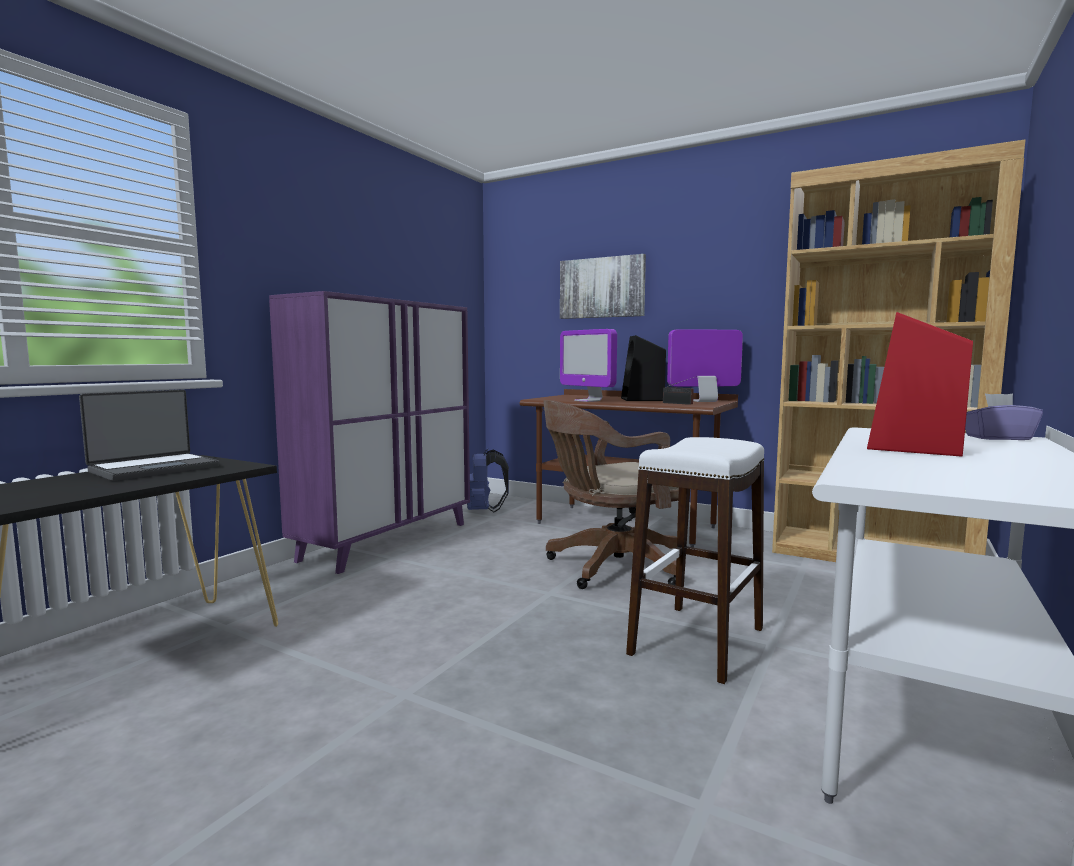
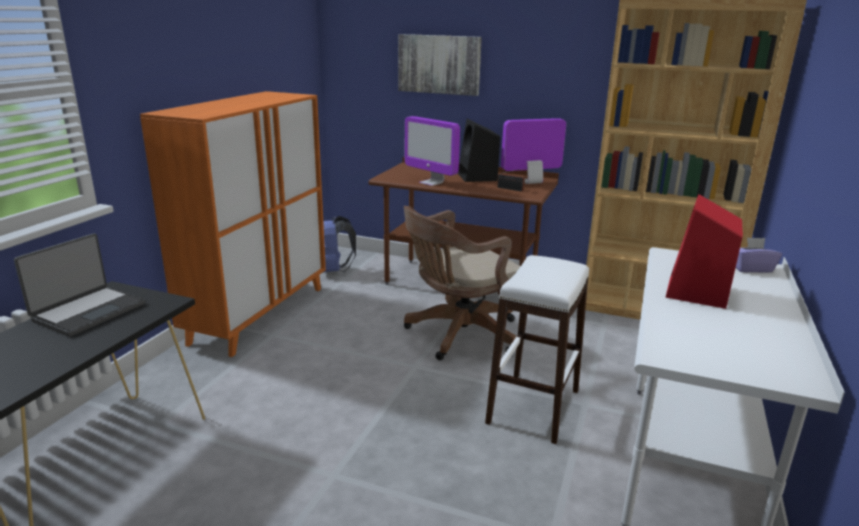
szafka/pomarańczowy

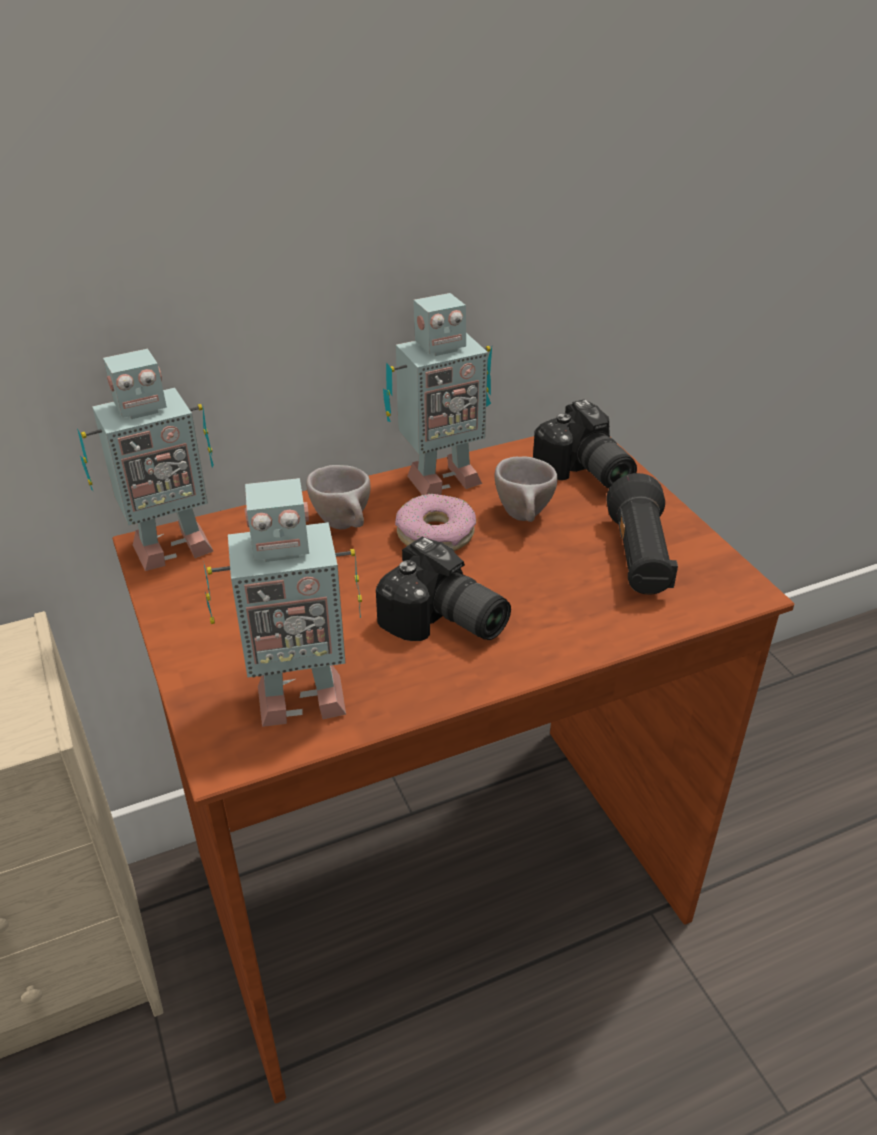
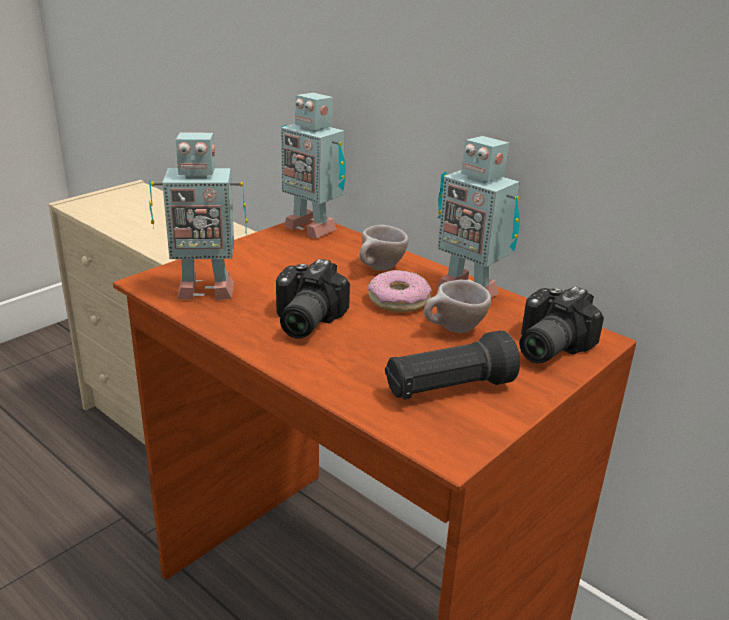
robot zabawkowy (no. 1 from left)

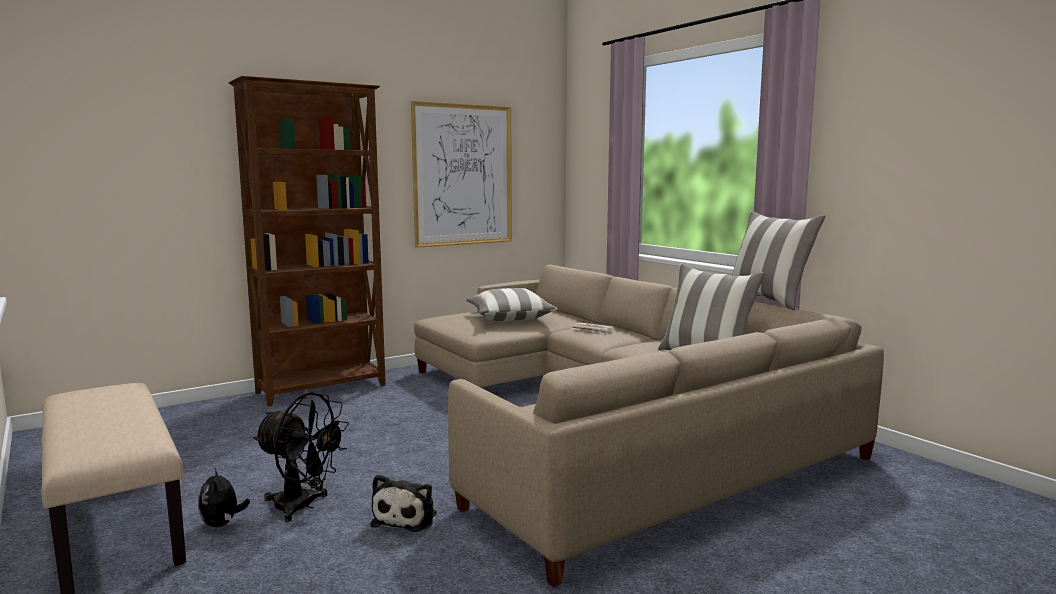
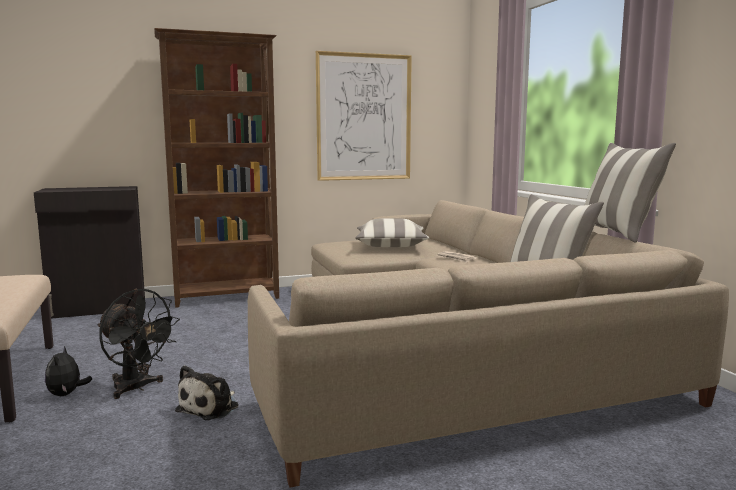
szafka/czarny

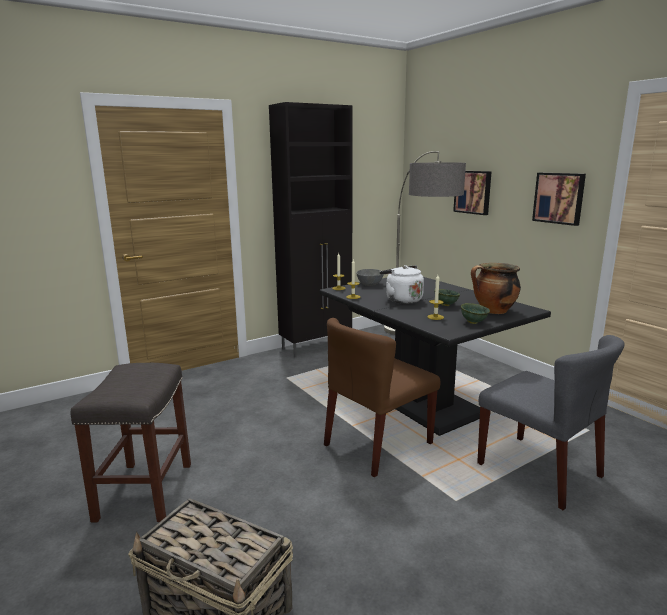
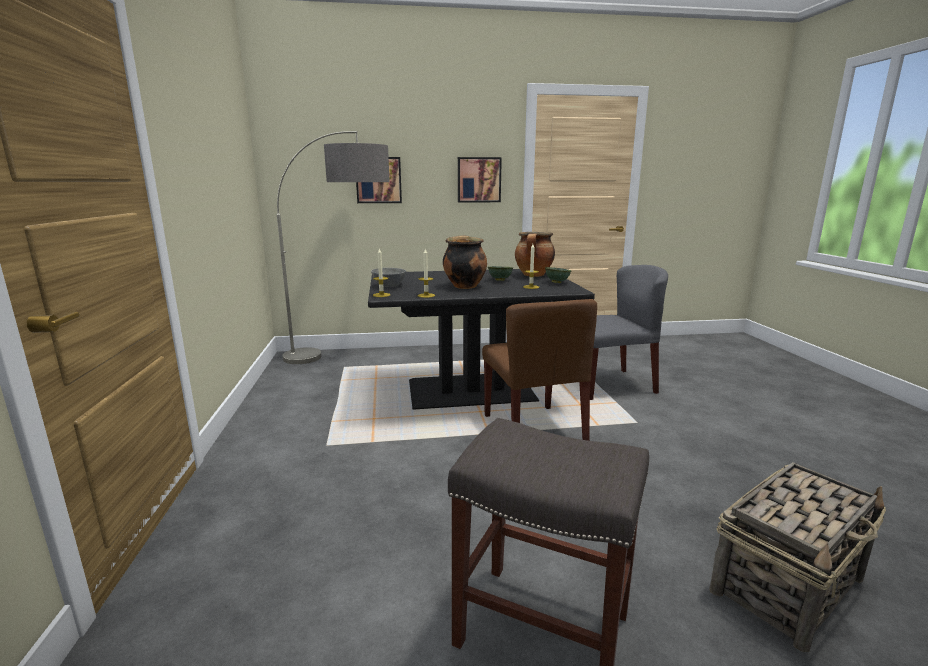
garnek (no. 1 from left)
szafka/czarny

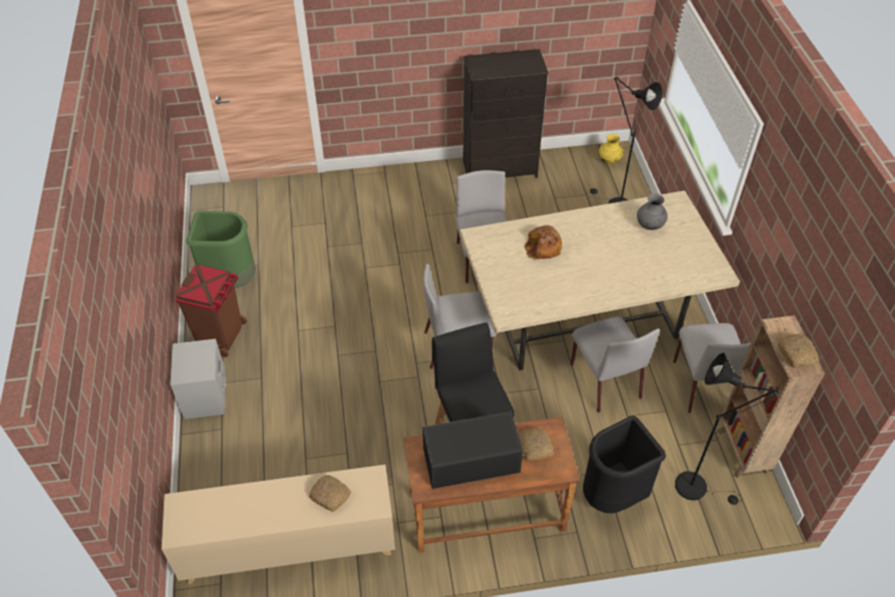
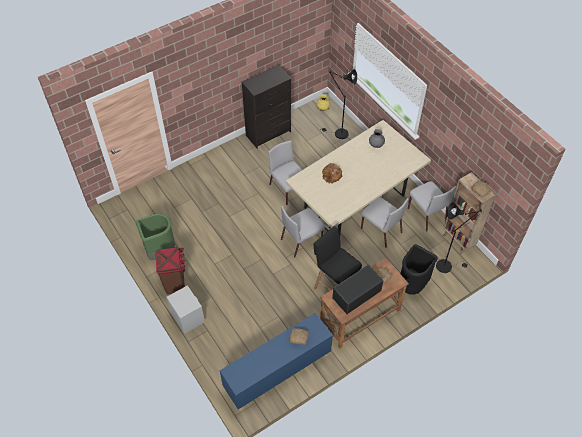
szafka/niebieski

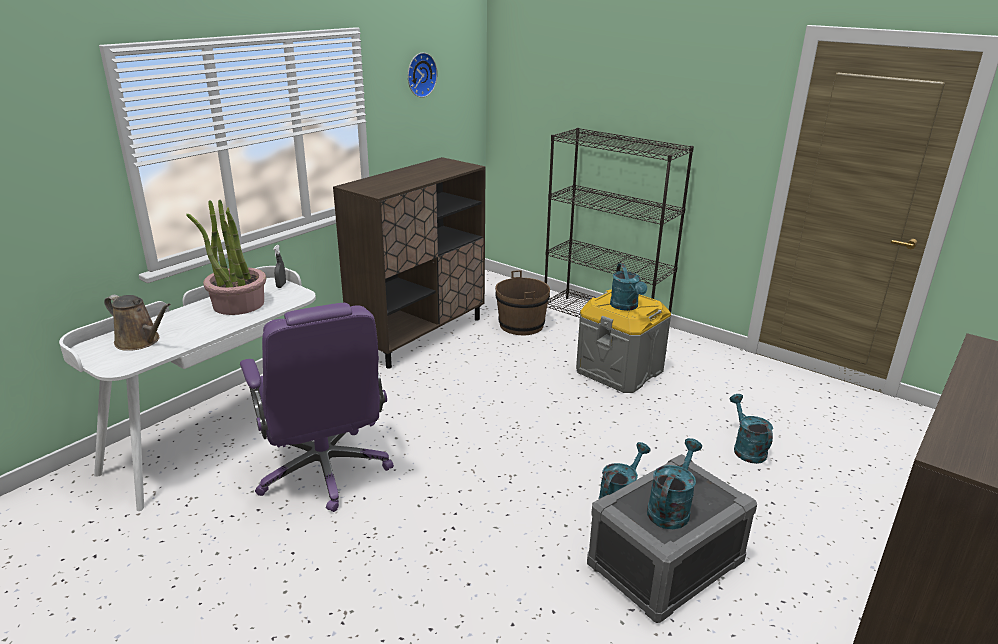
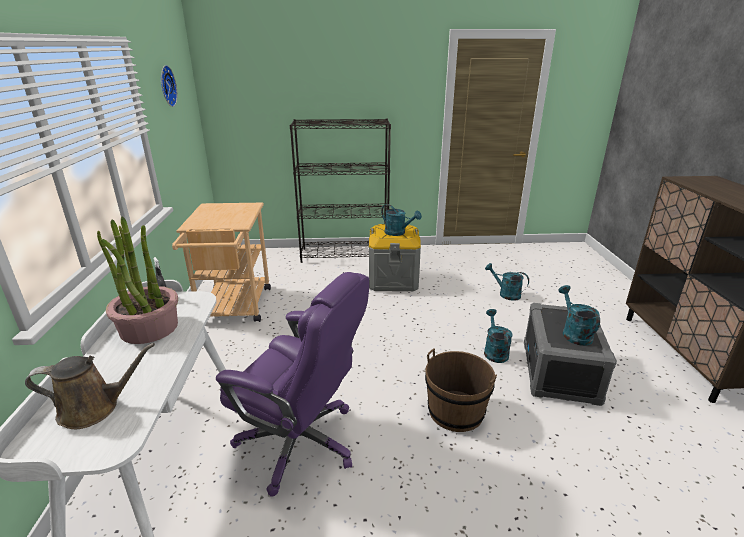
wózek/beżowy
wiadro/brązowy

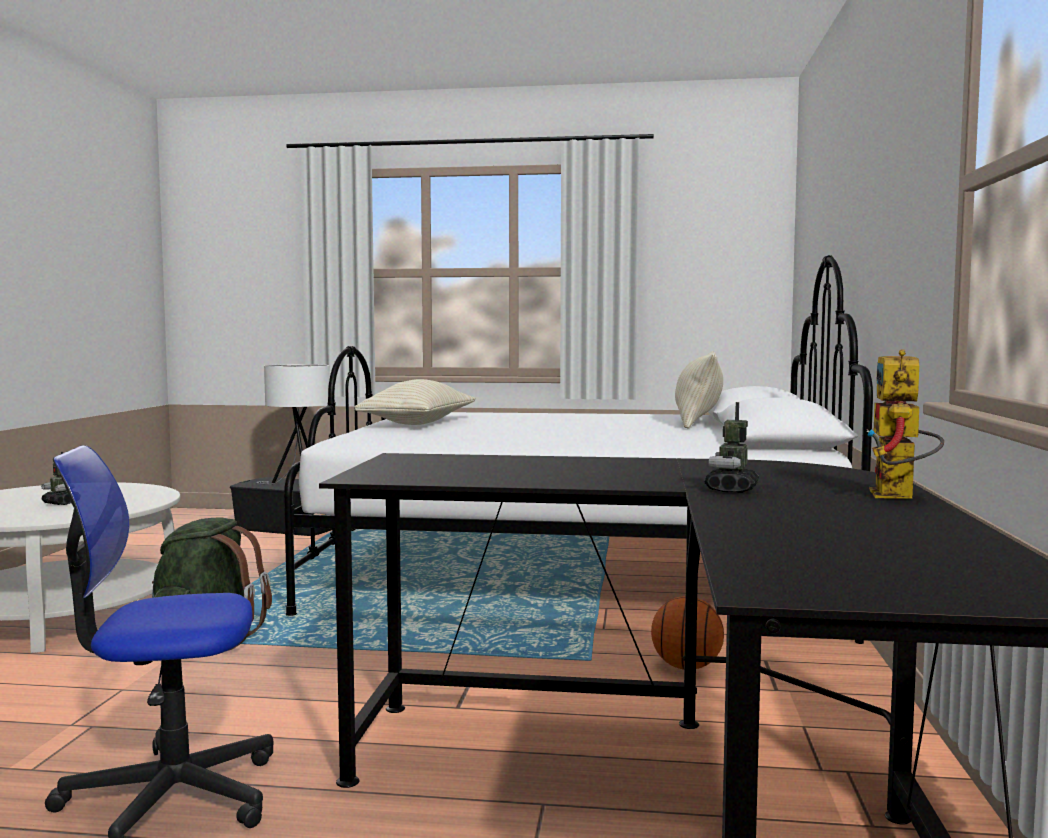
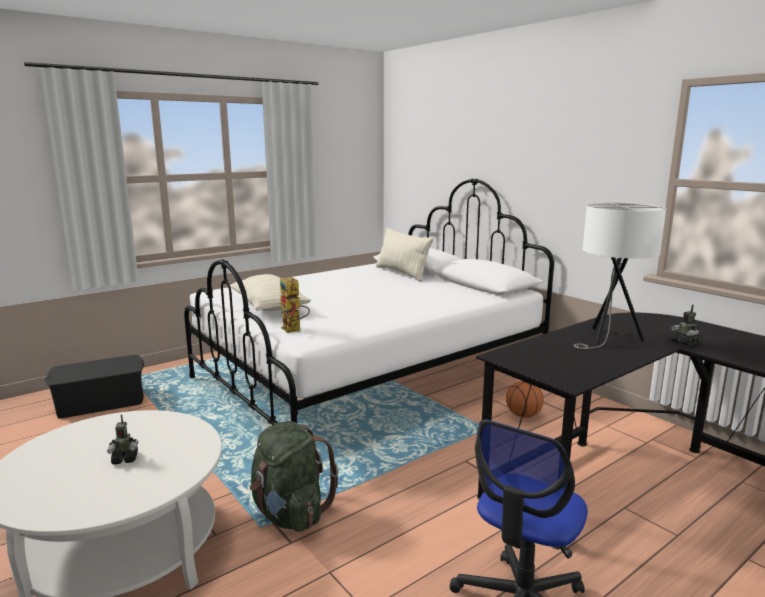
robot zabawkowy (no. 2 from left)
lampa stołowa/biały

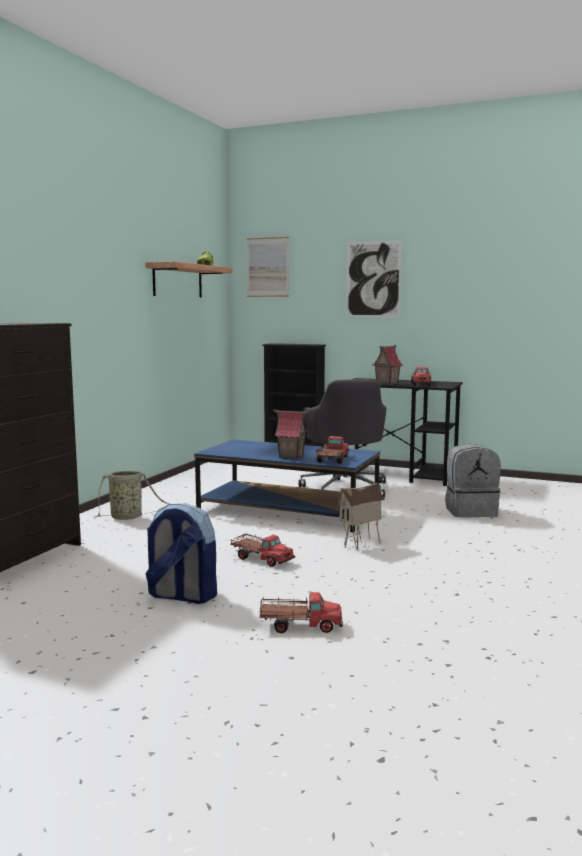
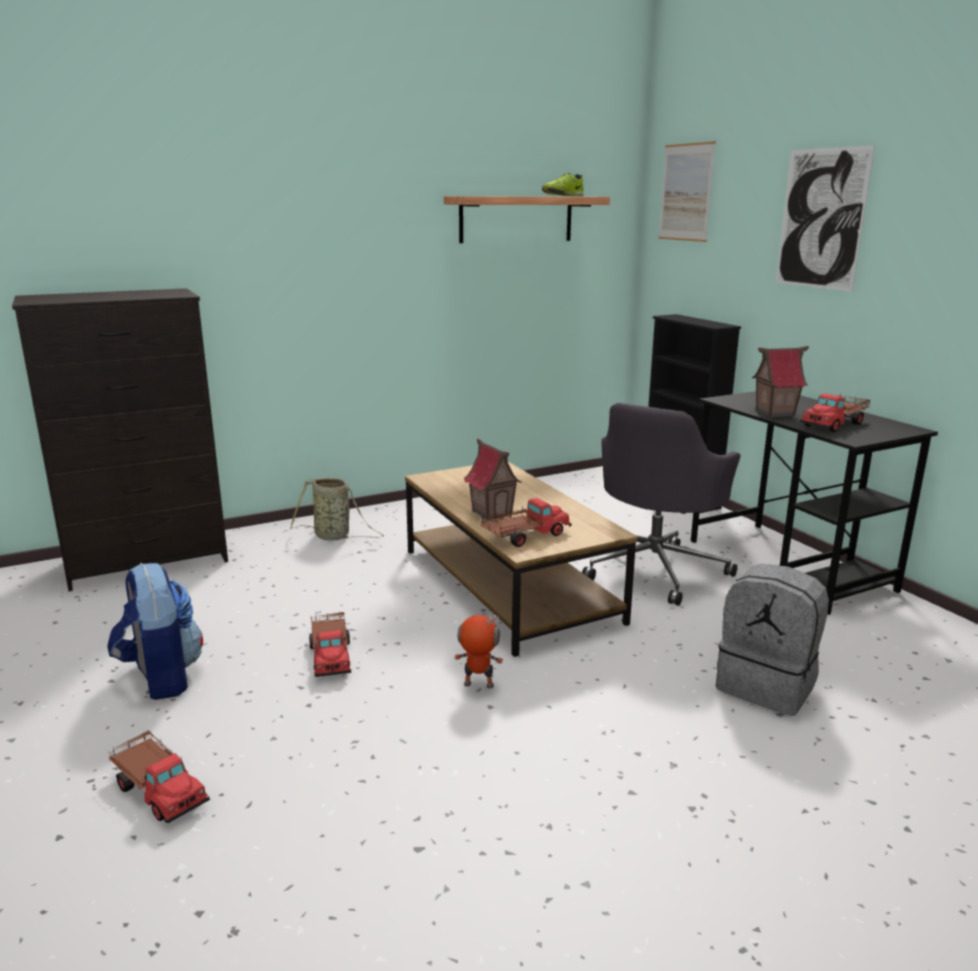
ława/brązowy
robot zabawkowy

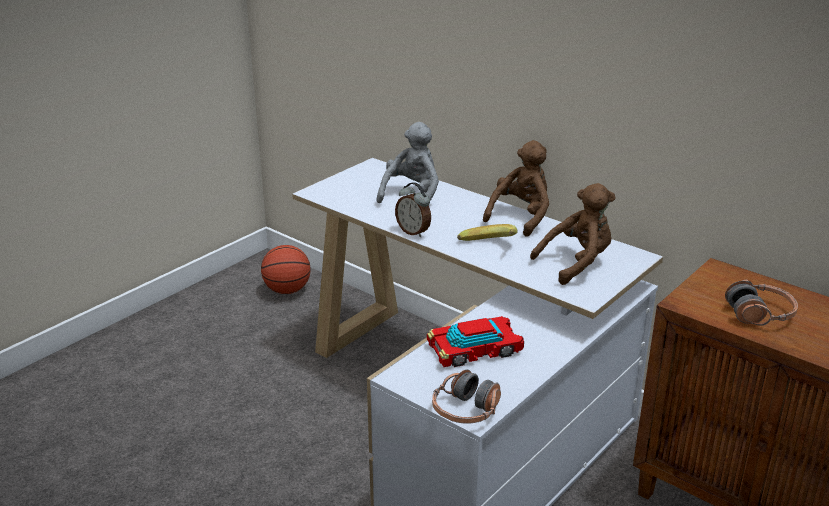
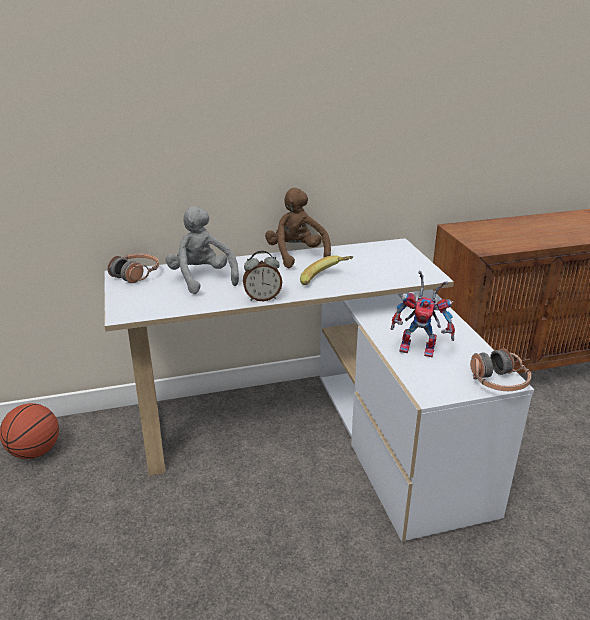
słuchawki (no. 1 from left)
robot zabawkowy
pluszak/brązowy (no. 2 from left in the first image)

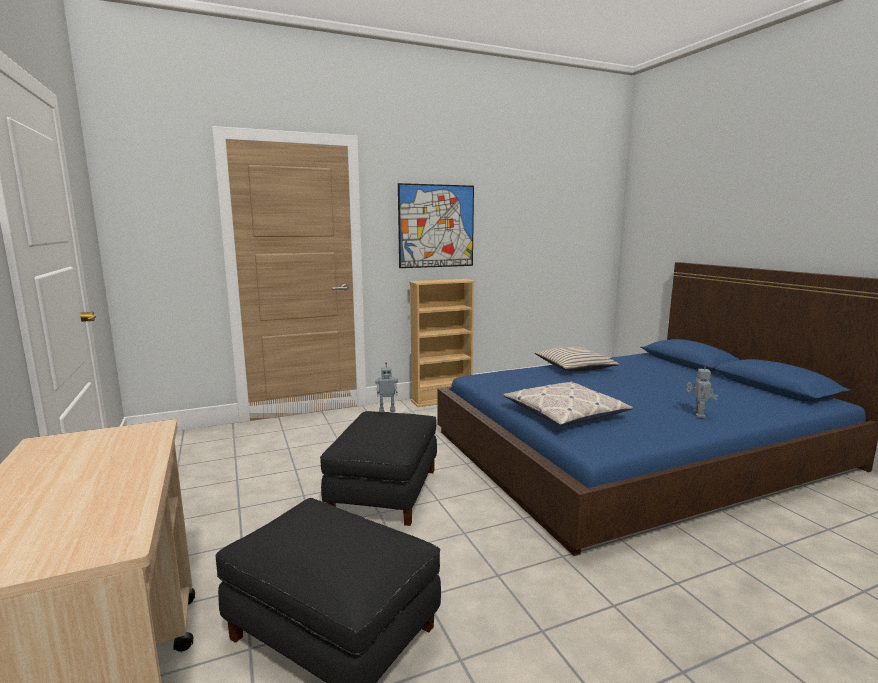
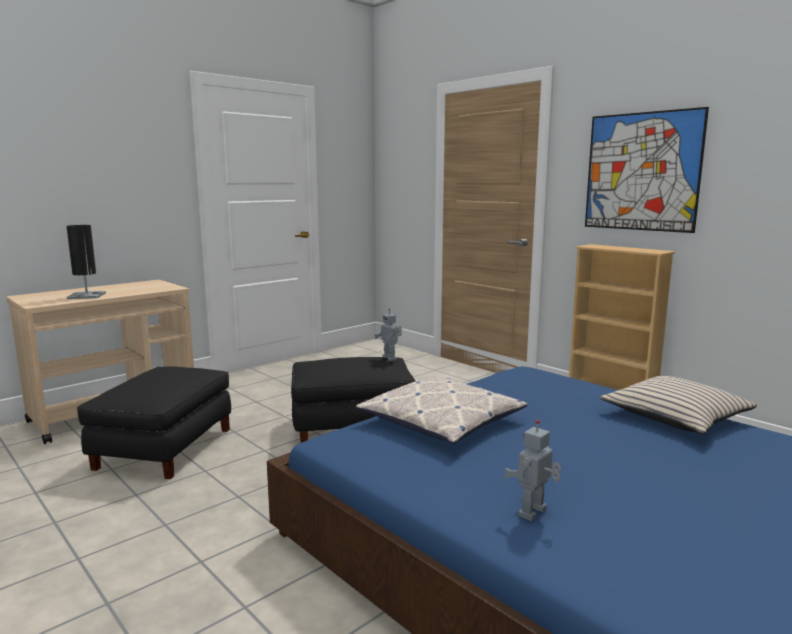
lampa stołowa/czarny
robot zabawkowy (no. 2 from left)

